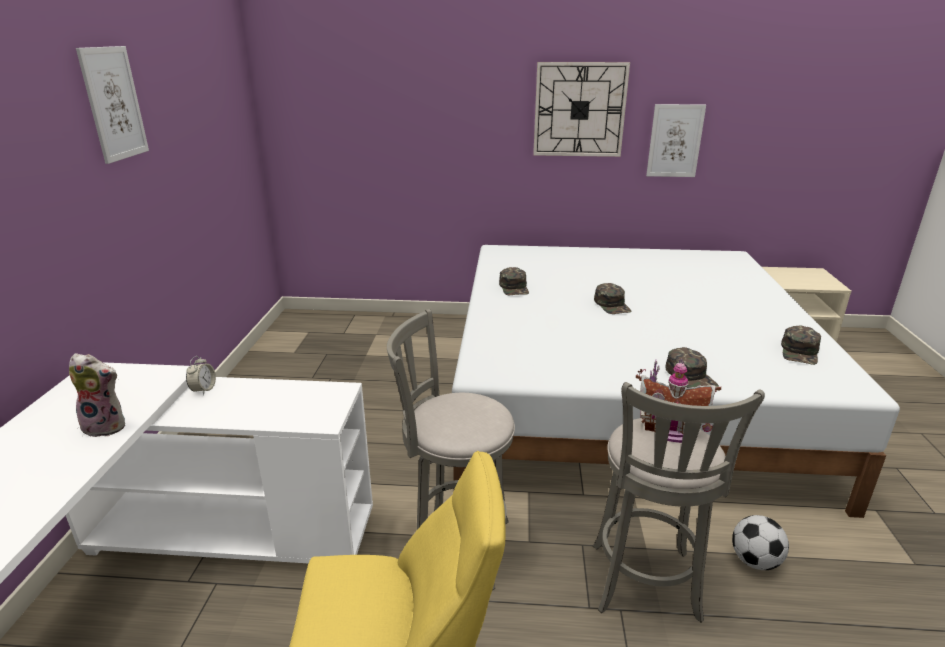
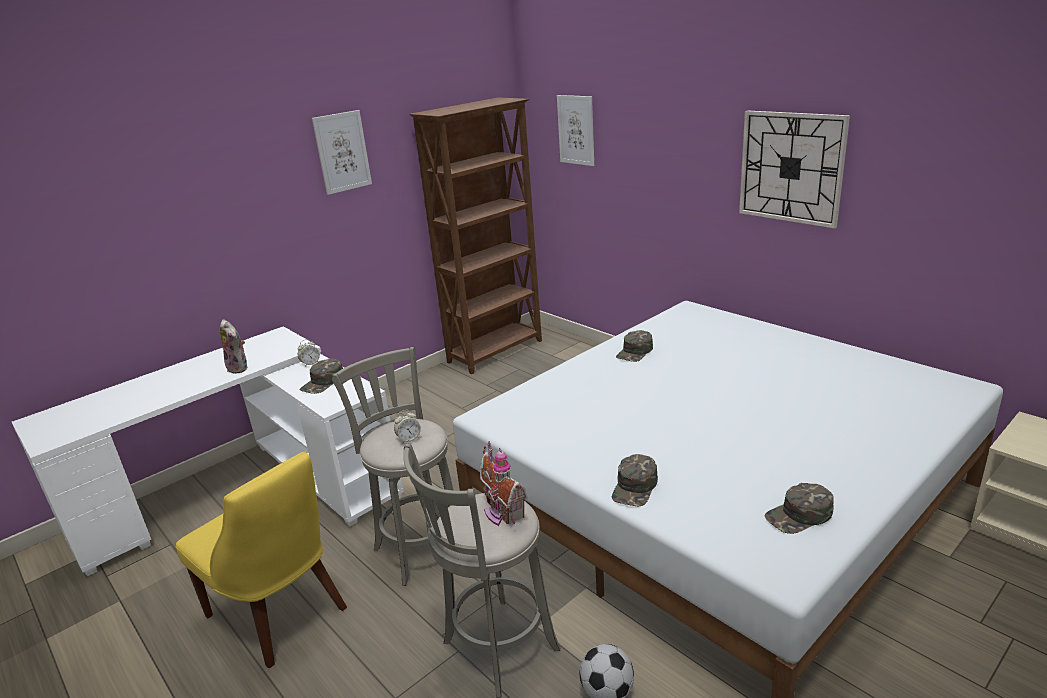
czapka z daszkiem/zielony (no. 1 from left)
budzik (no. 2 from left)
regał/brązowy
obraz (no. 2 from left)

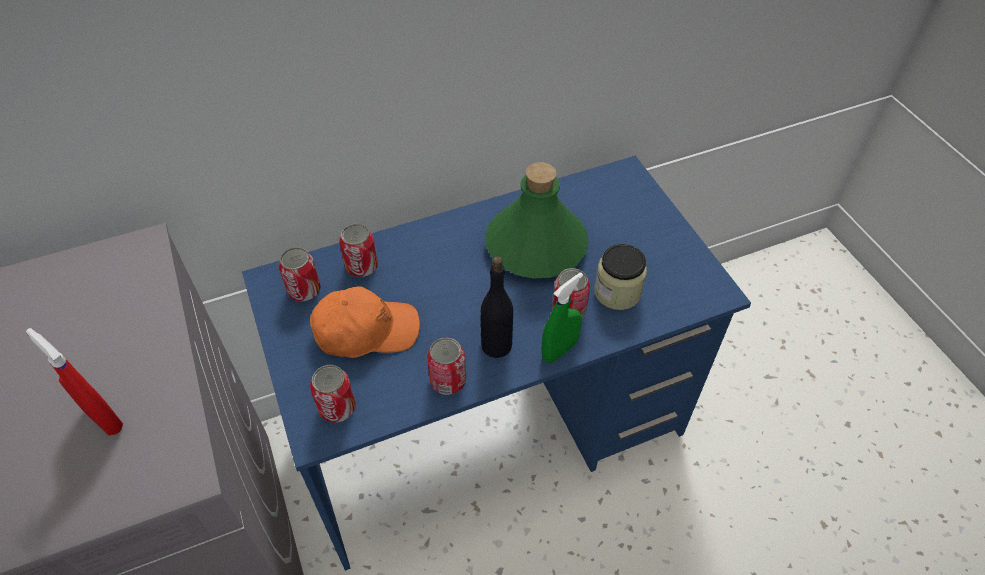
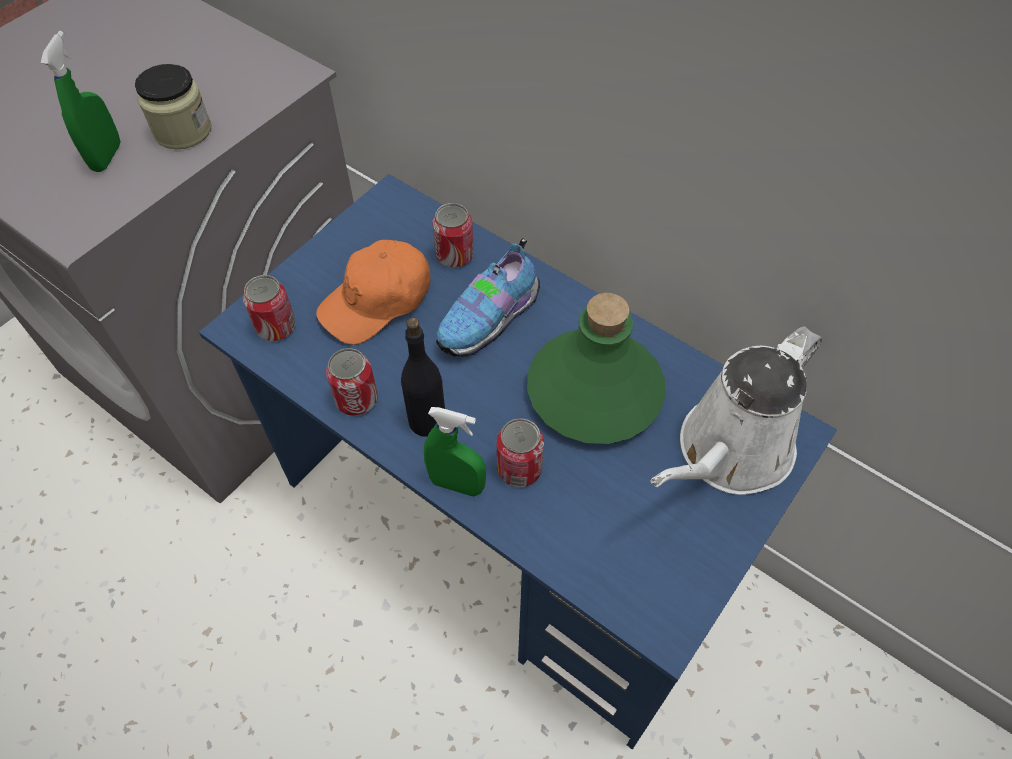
spryskiwacz/zielony (no. 1 from left)
słoik
czapka z daszkiem/pomarańczowy
but
konewka/biały
puszka (no. 1 from left in the first image)

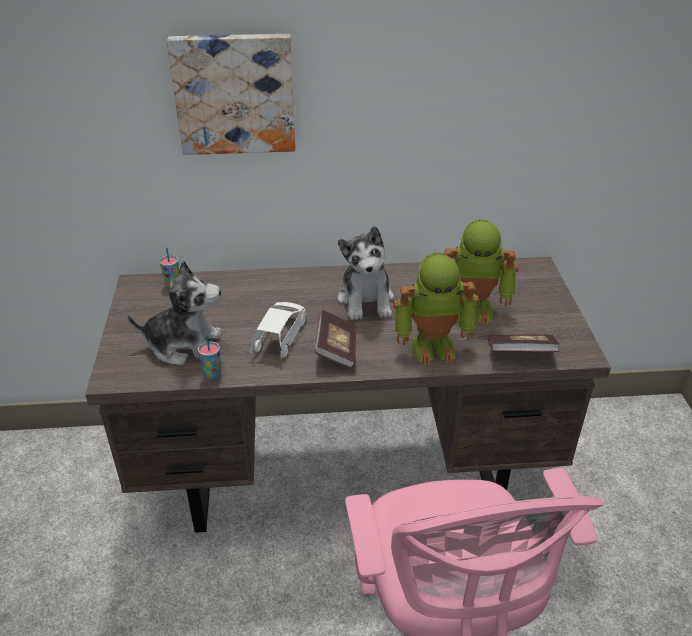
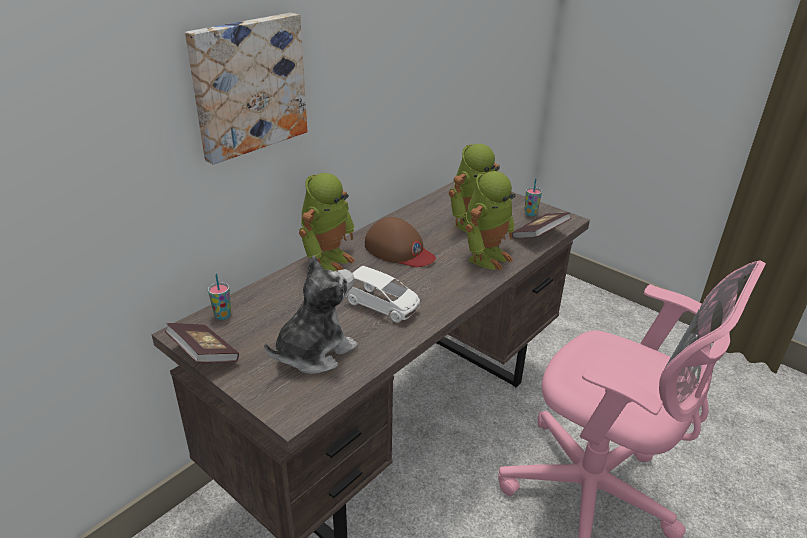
książka (no. 1 from left)
robot zabawkowy (no. 1 from left)
samochodzik/biały
czapka z daszkiem/brązowy
filiżanka (no. 2 from left)

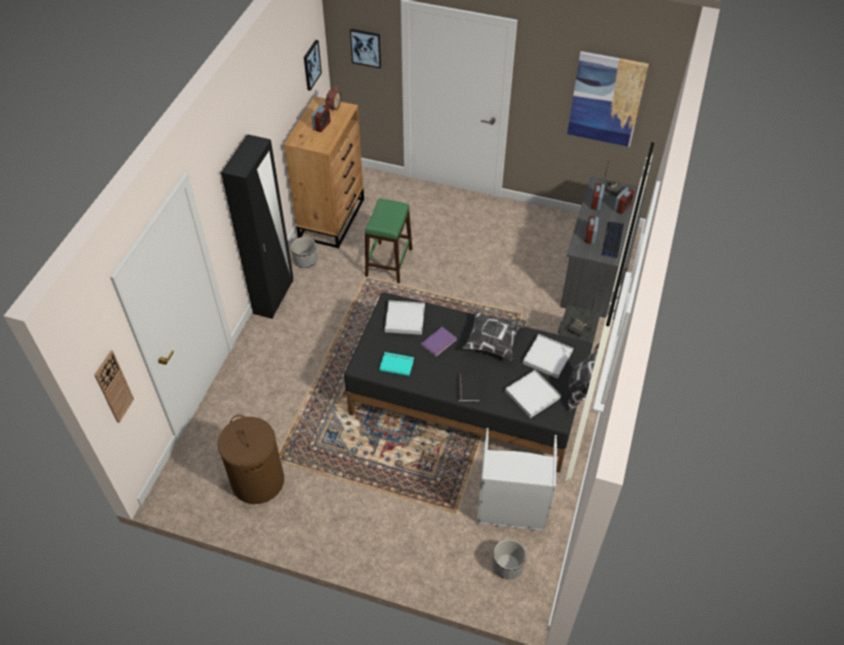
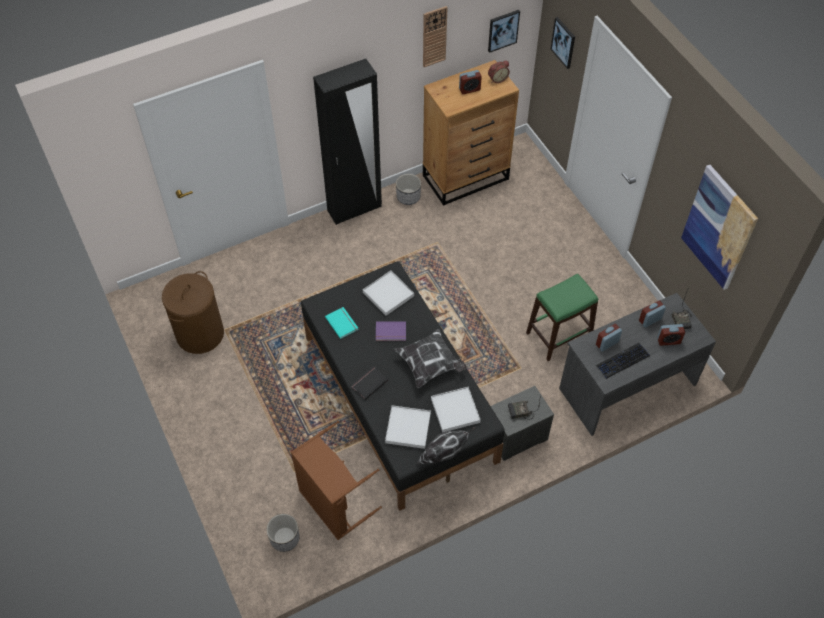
kosz na pranie/brązowy (no. 2 from left)
zegar ścienny
stołek/zielony

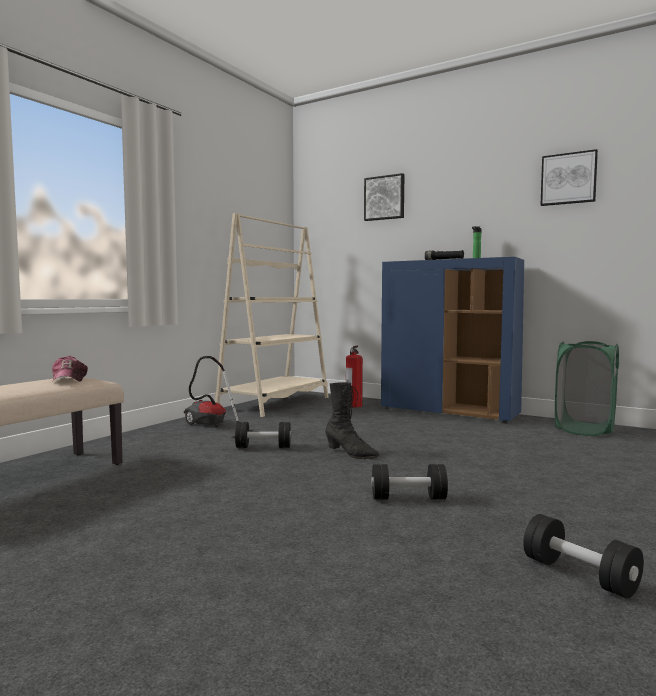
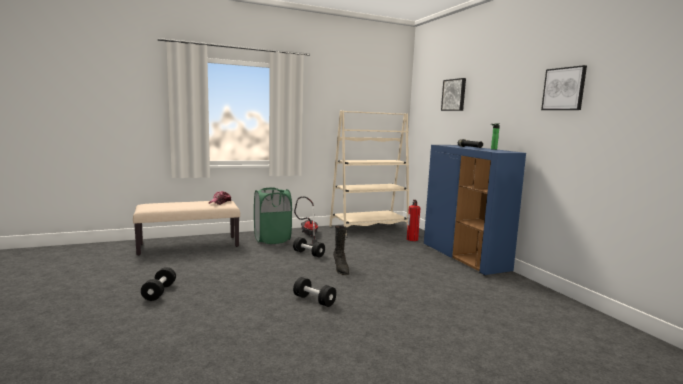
hantel/czarny (no. 1 from left)
kosz na pranie/zielony

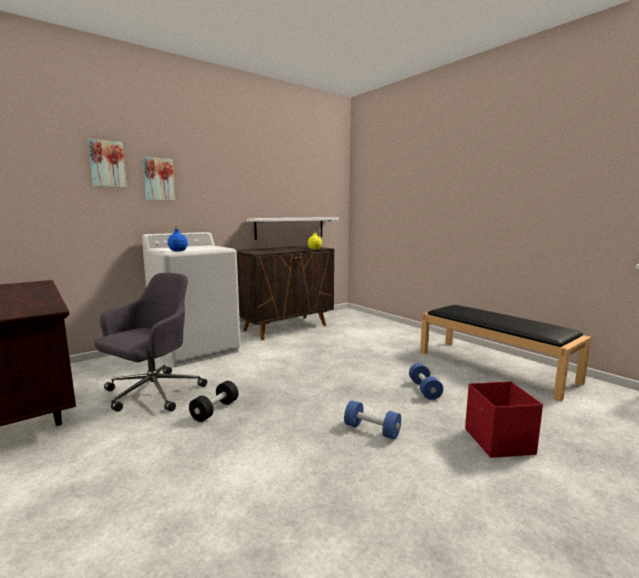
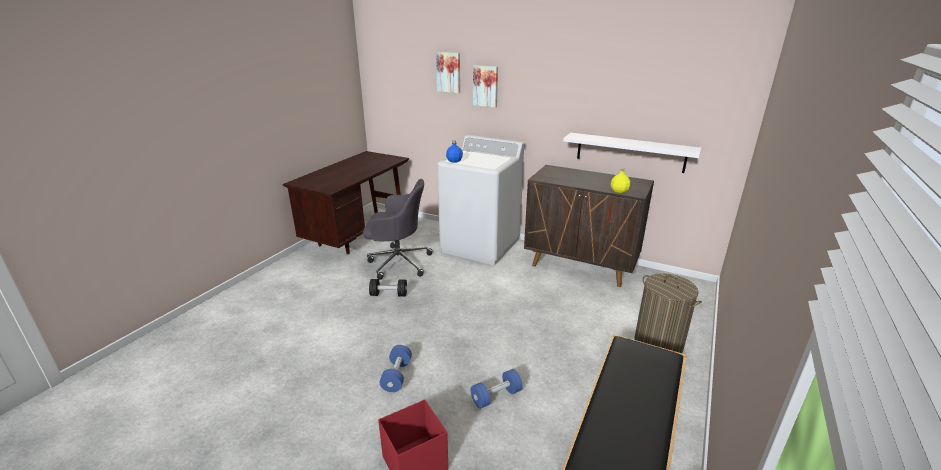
kosz na pranie

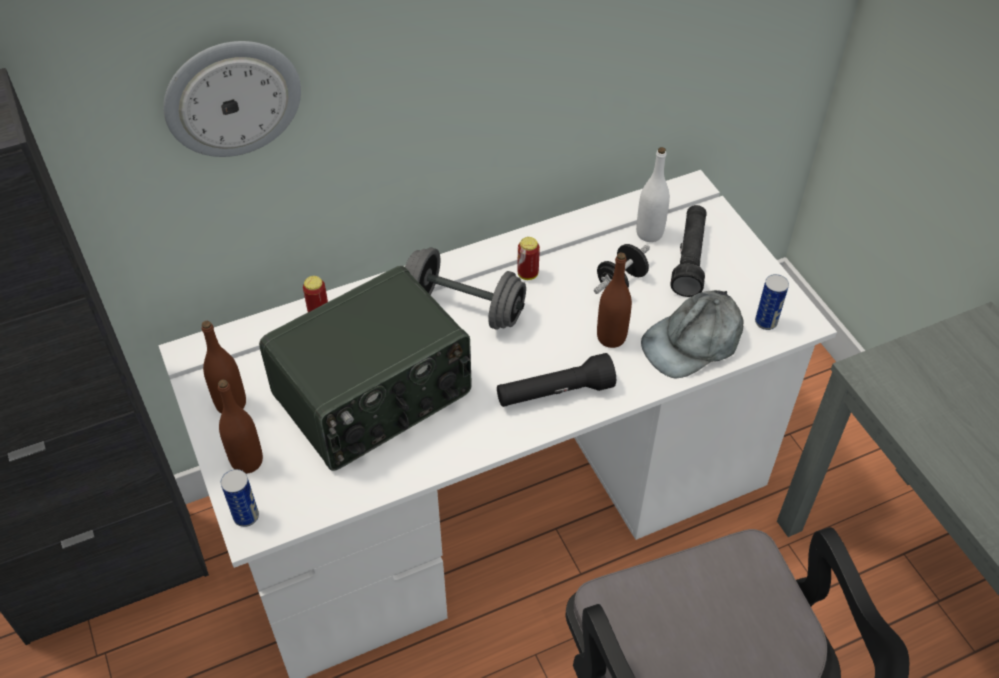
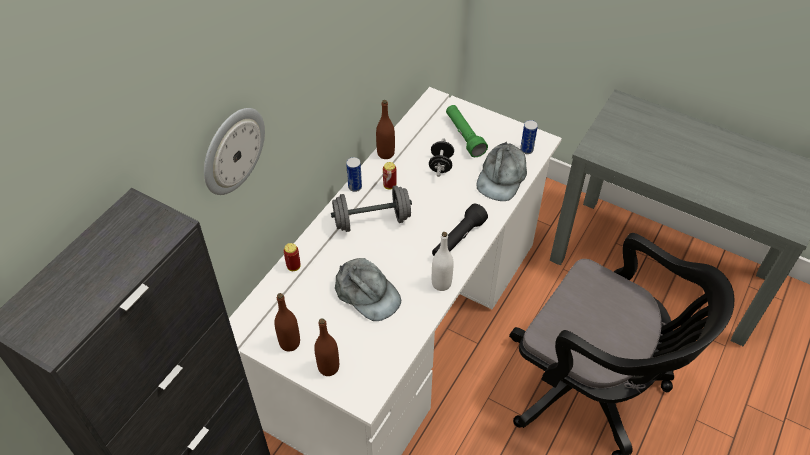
czapka z daszkiem/szary (no. 1 from left)
puszka (no. 2 from left)
butelka/brązowy (no. 3 from left)
butelka/biały
latarka/zielony

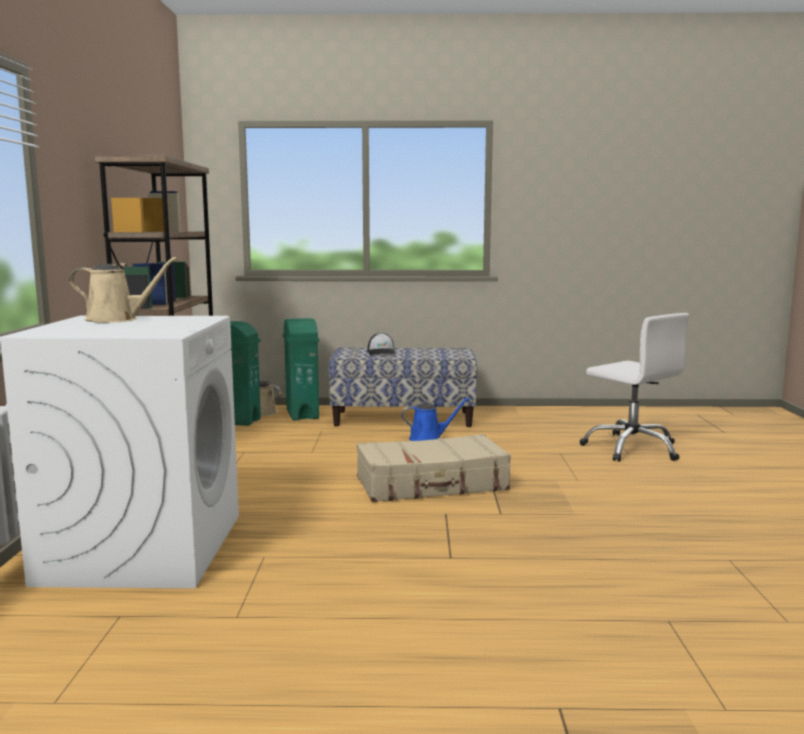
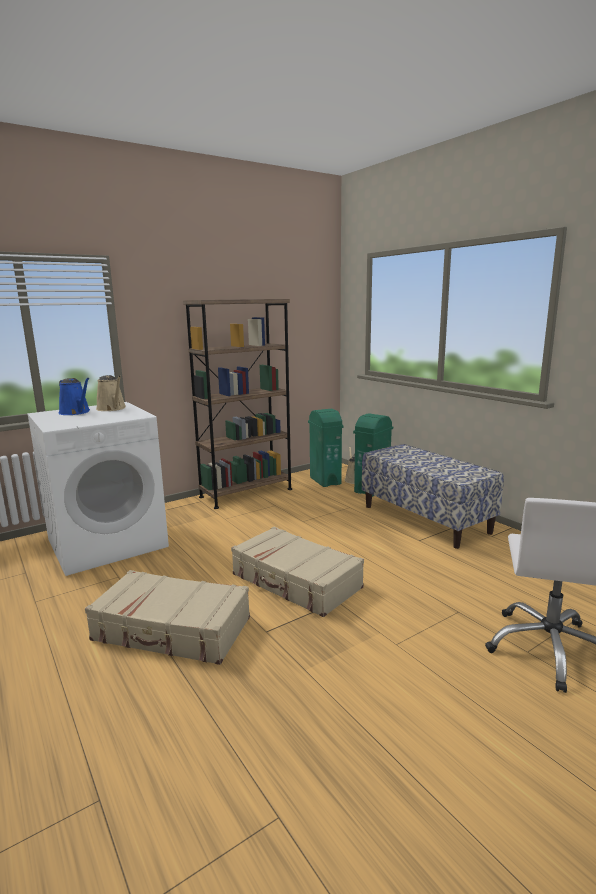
konewka/niebieski
walizka/beżowy (no. 1 from left)
czapka z daszkiem

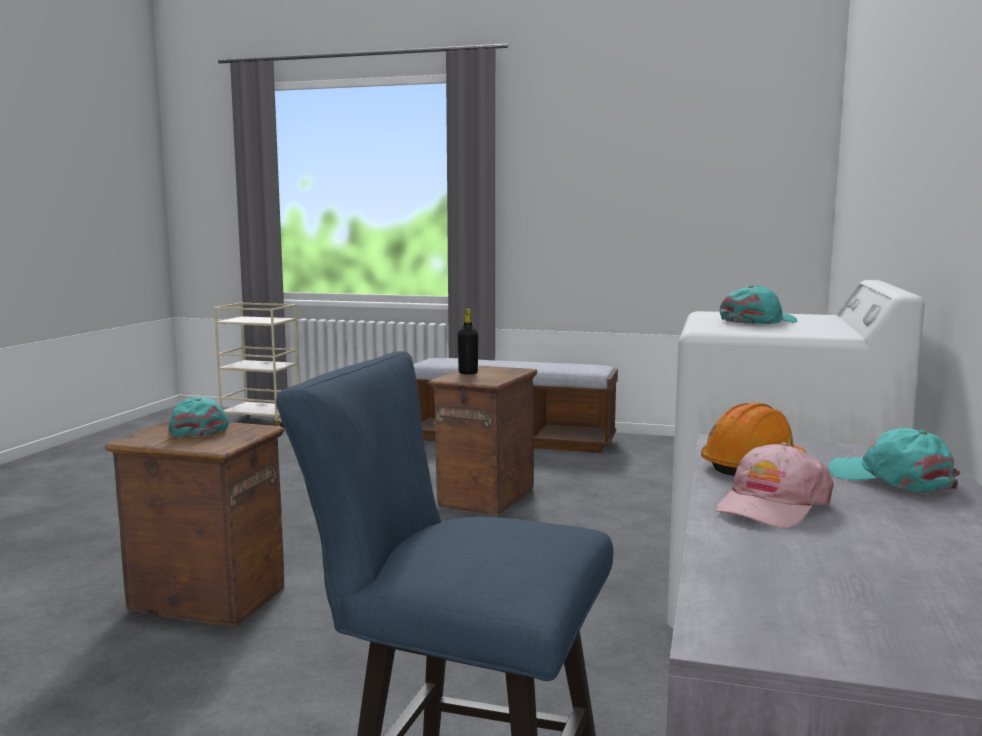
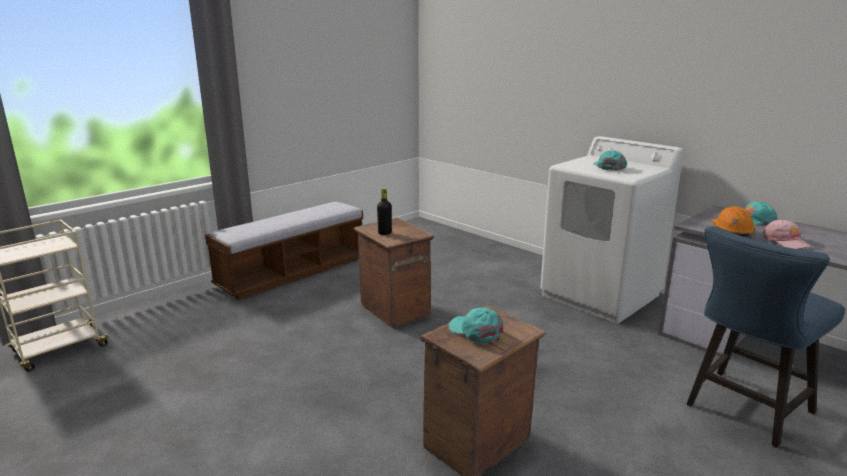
czapka z daszkiem/turkusowy (no. 1 from left)

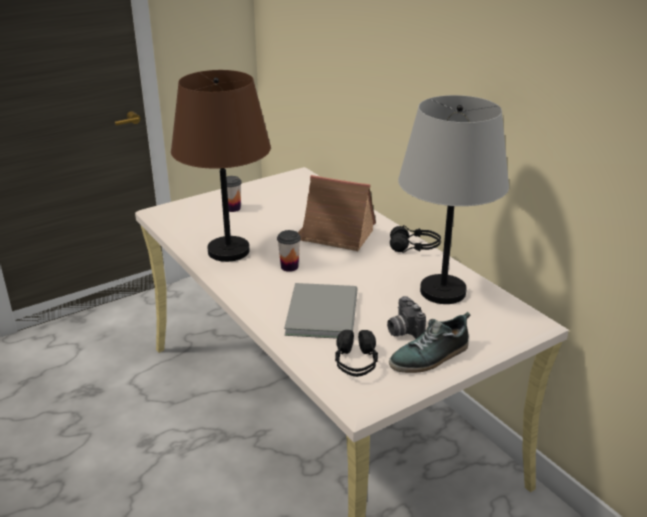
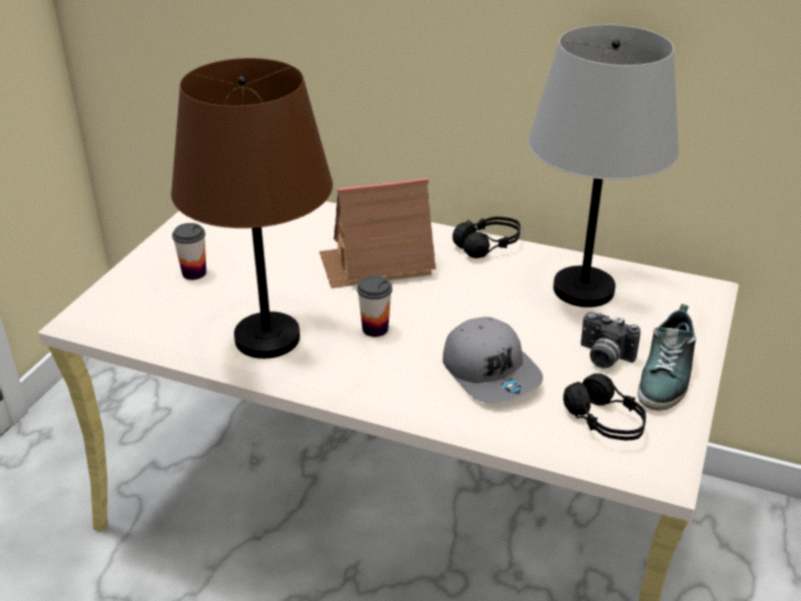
czapka z daszkiem/szary

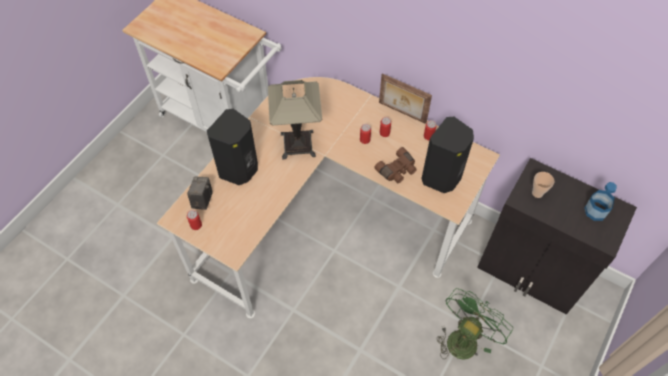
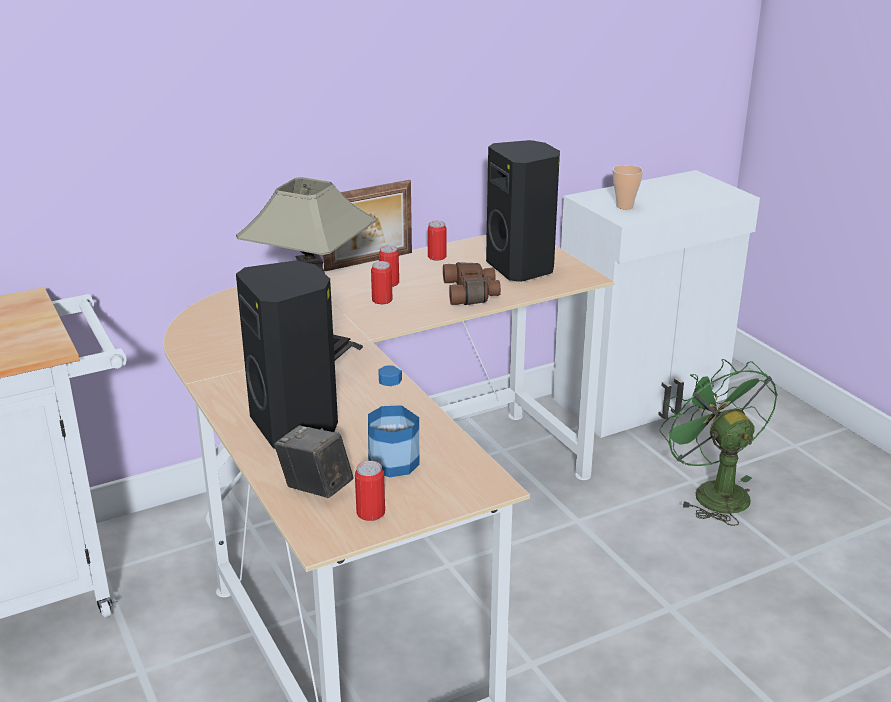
butelka
szafka/biały

